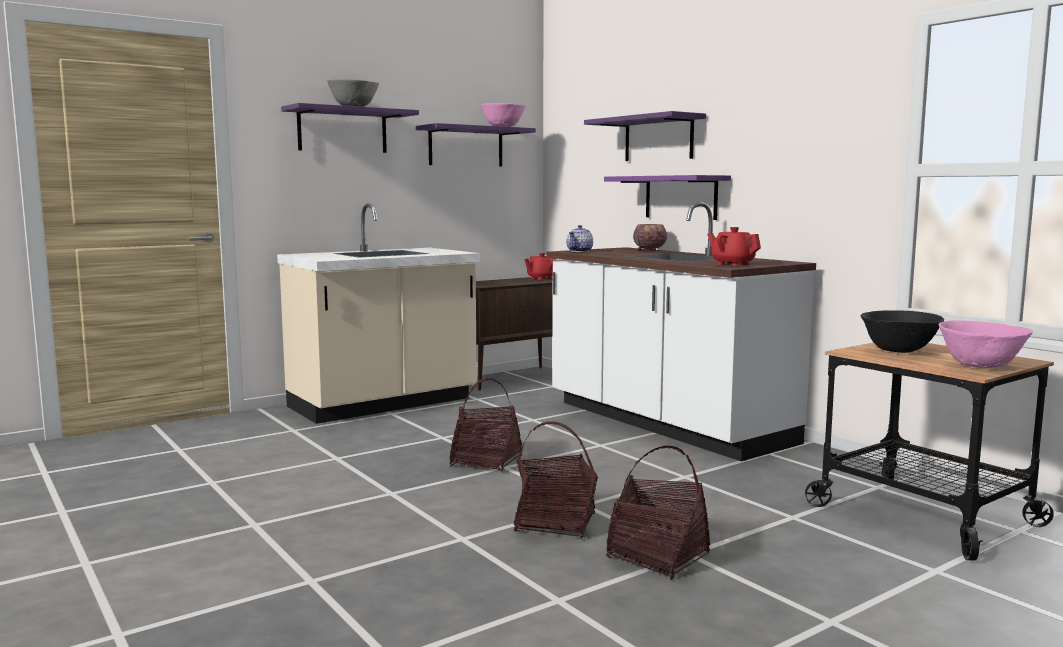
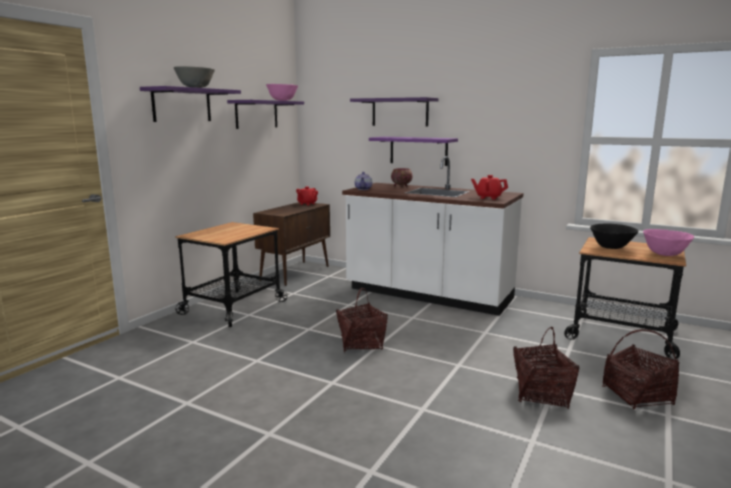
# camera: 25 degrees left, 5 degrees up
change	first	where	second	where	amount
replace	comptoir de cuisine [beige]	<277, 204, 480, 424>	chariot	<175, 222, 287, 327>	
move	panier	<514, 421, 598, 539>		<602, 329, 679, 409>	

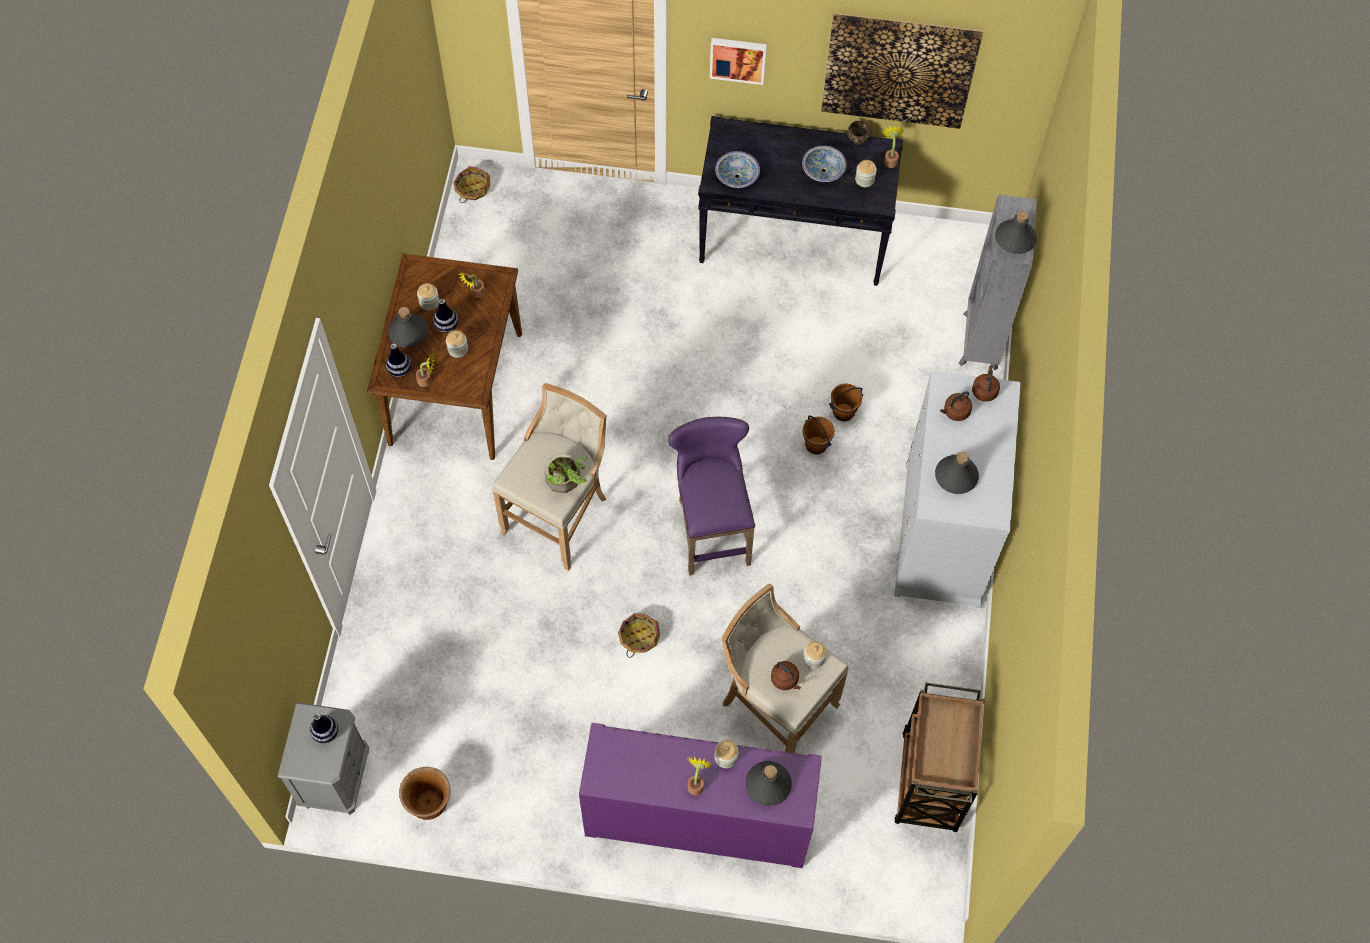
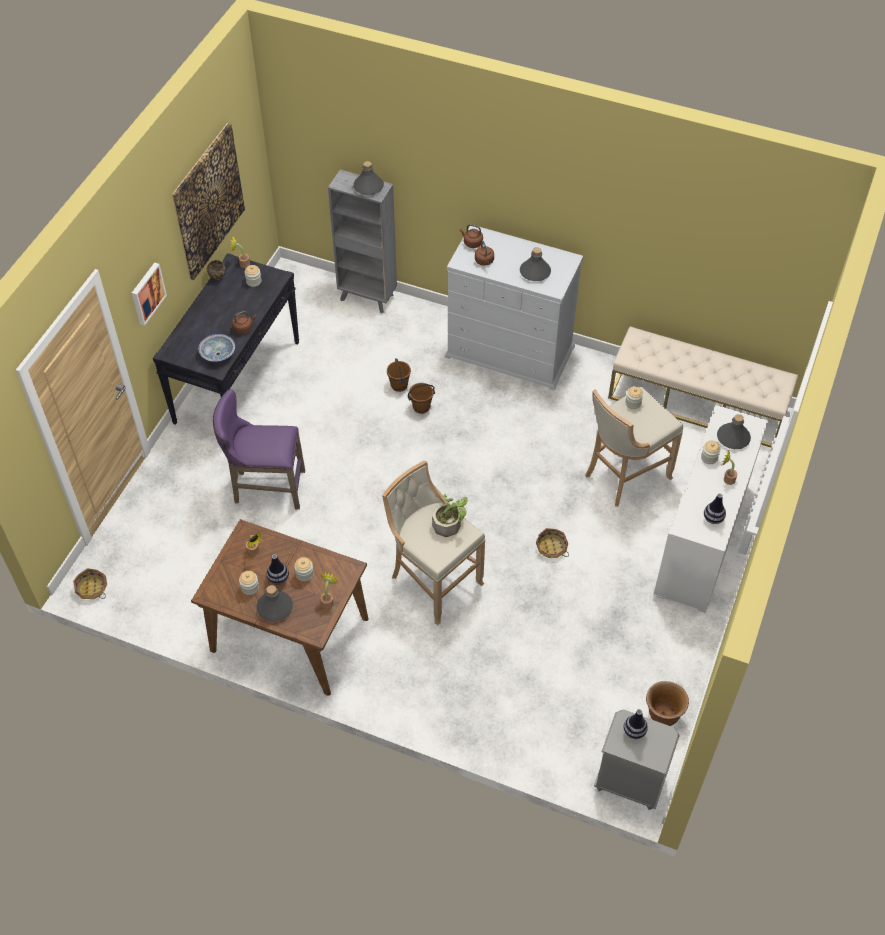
# camera: 75 degrees left, 10 degrees down
change	first	where	second	where	amount
move	vase	<386, 343, 411, 377>		<704, 493, 726, 524>	
recolor	meuble de rangement [violet]	<579, 723, 822, 868>	meuble de rangement [blanc]	<654, 405, 768, 613>	
move	tabouret [violet]	<668, 416, 755, 576>		<213, 389, 305, 510>	
move	bouilloire [marron]	<771, 661, 801, 690>		<232, 311, 257, 334>	
delete	bol	<802, 146, 847, 182>			
replace	chariot [marron]	<894, 683, 985, 832>	banc [beige]	<608, 326, 798, 447>	

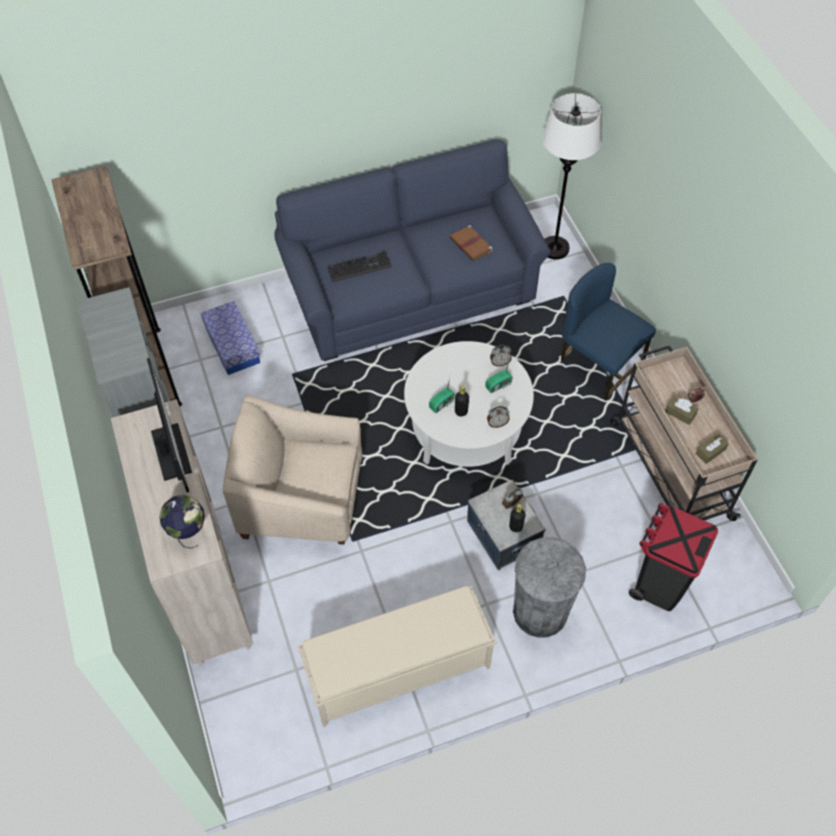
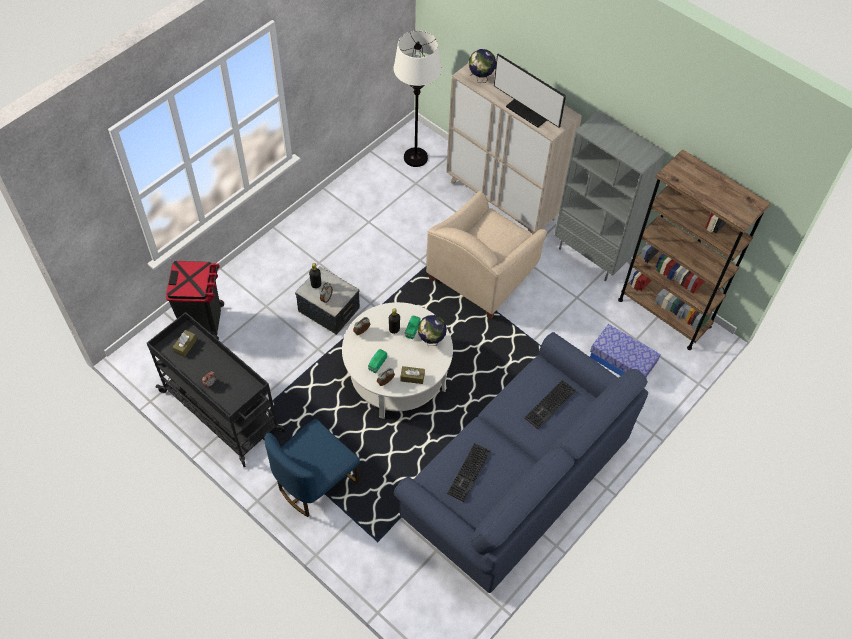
# camera: 150 degrees right, 0 degrees up
change	first	where	second	where	amount
rotate	fauteuil [beige]	<223, 395, 362, 545>		<426, 191, 548, 319>	150 degrees clockwise
delete	banc [beige]	<297, 586, 496, 727>			
replace	livre [marron]	<450, 225, 493, 261>	clavier	<447, 443, 491, 502>	
delete	poubelle [gris]	<513, 537, 586, 637>			
move	lampadaire [blanc]	<542, 93, 601, 259>		<393, 31, 442, 167>	
rotate	chaise [bleu]	<561, 263, 656, 401>		<265, 419, 360, 517>	120 degrees clockwise
recolor	chariot [beige]	<610, 345, 758, 521>	chariot [noir]	<147, 312, 285, 467>	
move	boîte à mouchoirs [marron]	<665, 396, 698, 425>		<400, 366, 425, 384>	
insert			globe	<418, 315, 447, 346>	

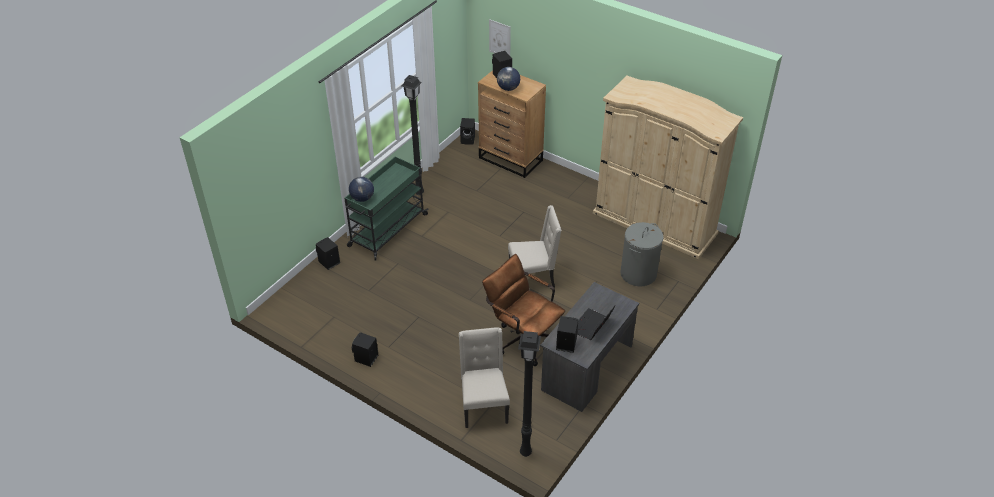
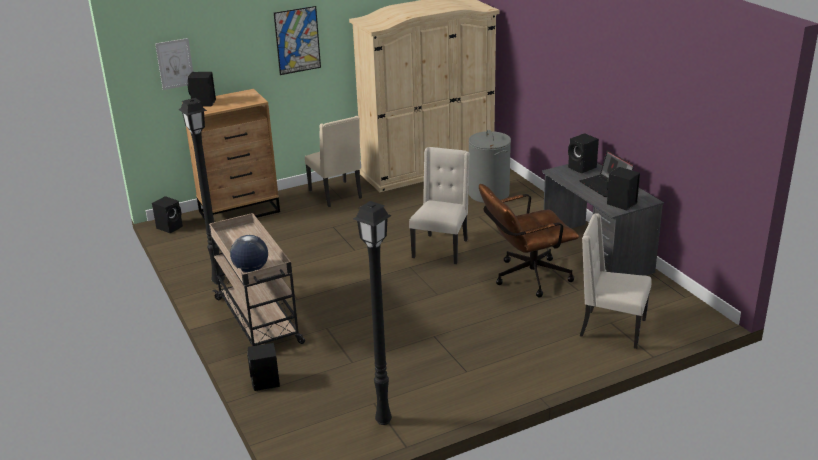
# camera: 60 degrees left, 15 degrees down
change	first	where	second	where	amount
recolor	chariot [vert]	<344, 156, 429, 260>	chariot [beige]	<209, 213, 305, 346>	
move	enceinte [noir]	<352, 332, 378, 367>		<568, 133, 599, 173>	
delete	globe	<497, 67, 520, 91>			
move	lampadaire [noir]	<518, 331, 541, 457>		<353, 201, 392, 425>	
insert			tableau	<274, 6, 321, 75>	
insert			chaise [beige]	<305, 116, 362, 207>	

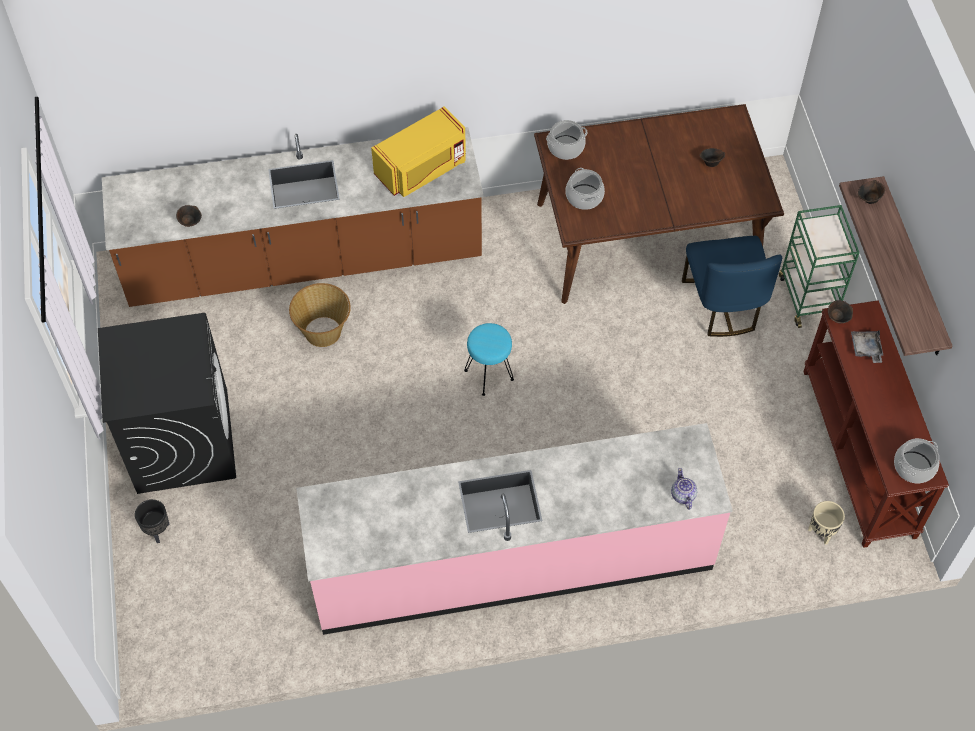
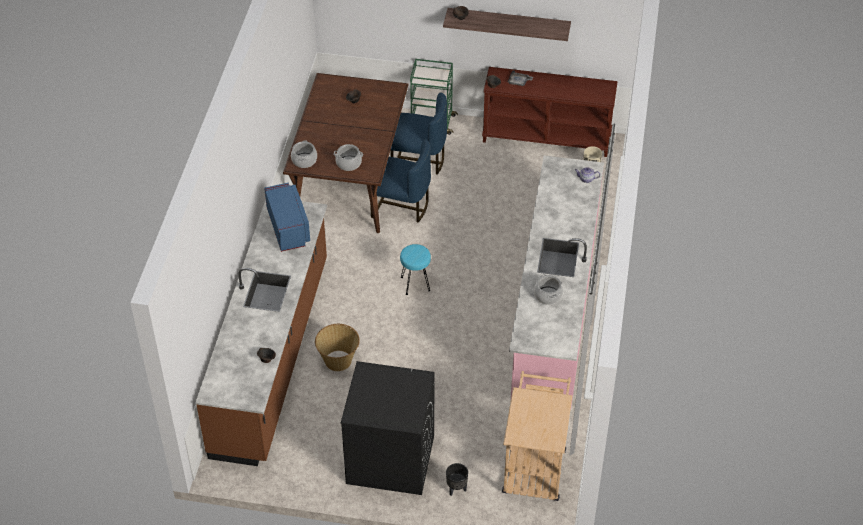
# camera: 70 degrees left, 10 degrees down
change	first	where	second	where	amount
recolor	micro-ondes [jaune]	<371, 106, 466, 197>	micro-ondes [bleu]	<264, 183, 310, 252>	
move	marmite	<894, 438, 939, 483>		<534, 274, 563, 305>	
insert			chaise [bleu]	<370, 139, 431, 223>	
insert			chariot [beige]	<502, 371, 572, 501>	

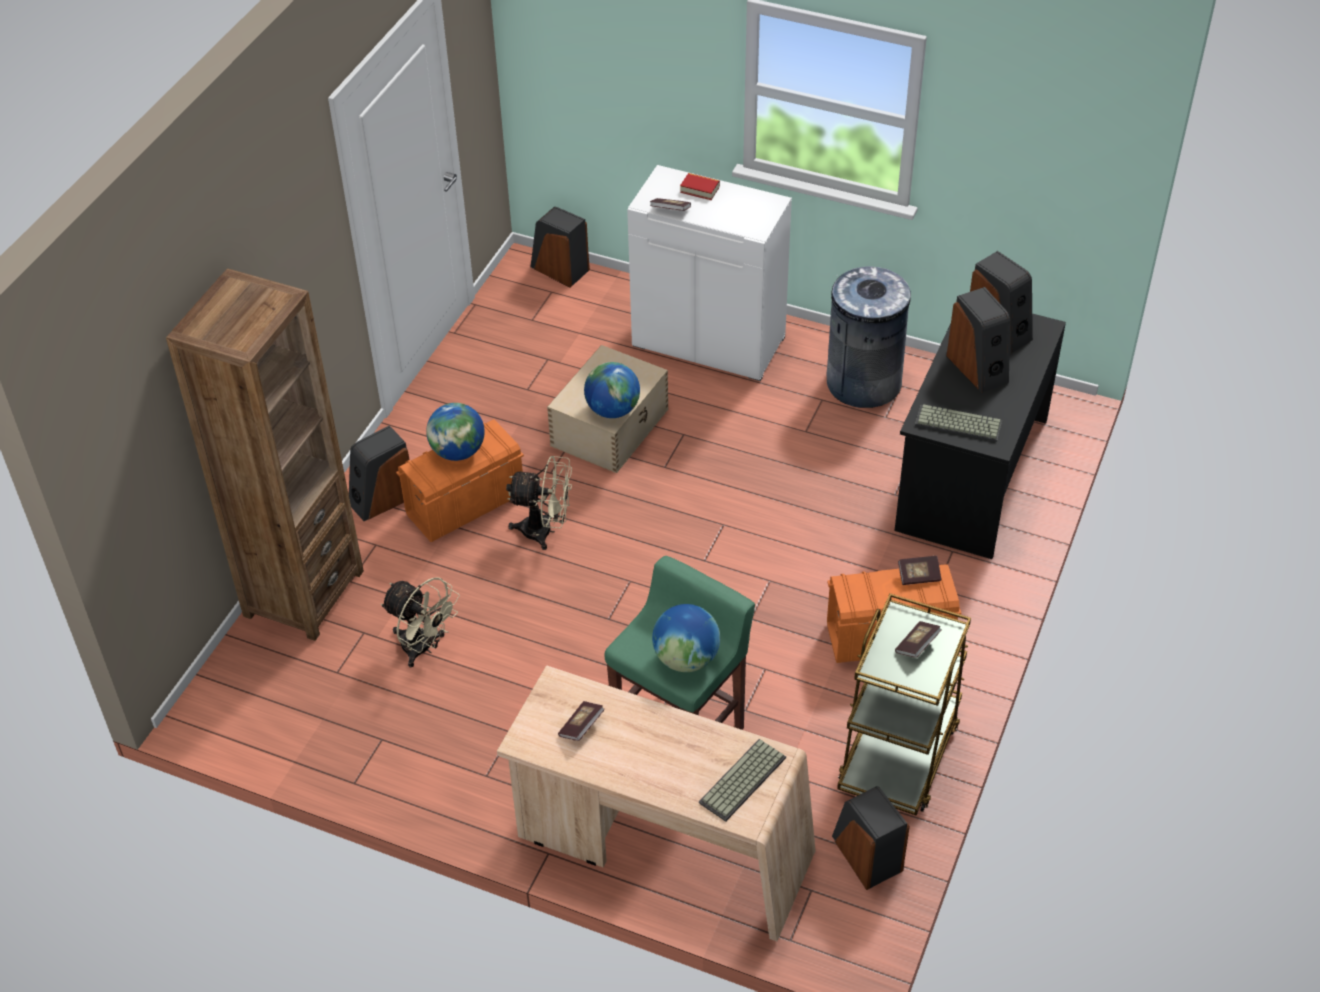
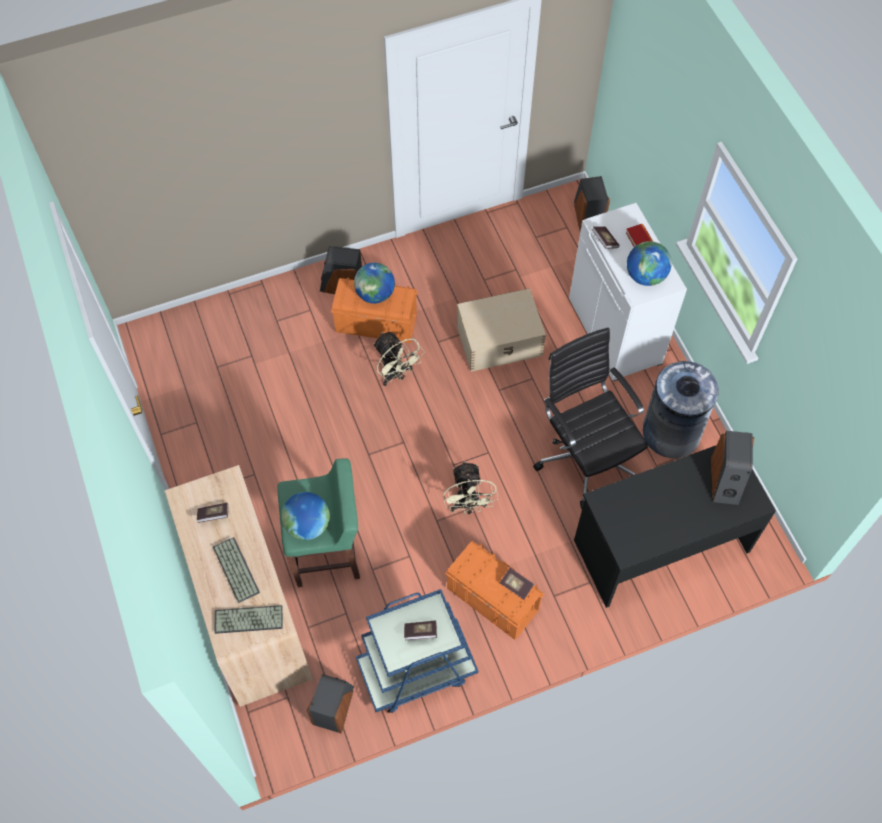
# camera: 45 degrees right, 15 degrees up
change	first	where	second	where	amount
delete	bibliothèque [marron]	<166, 268, 364, 641>			
move	ventilateur [beige]	<381, 577, 460, 668>		<443, 461, 498, 514>	
move	globe	<584, 362, 640, 418>		<627, 241, 672, 286>	
recolor	chariot [marron]	<837, 593, 971, 816>	chariot [bleu]	<356, 589, 478, 713>	
move	clavier	<915, 404, 1002, 442>		<213, 537, 260, 603>	
delete	enceinte	<946, 287, 1010, 393>			
insert			chaise de bureau [noir]	<533, 328, 648, 509>	

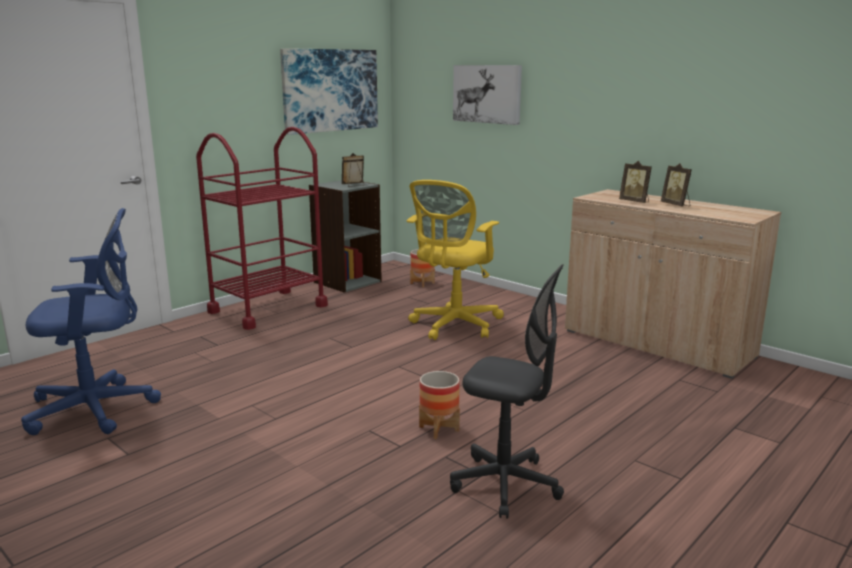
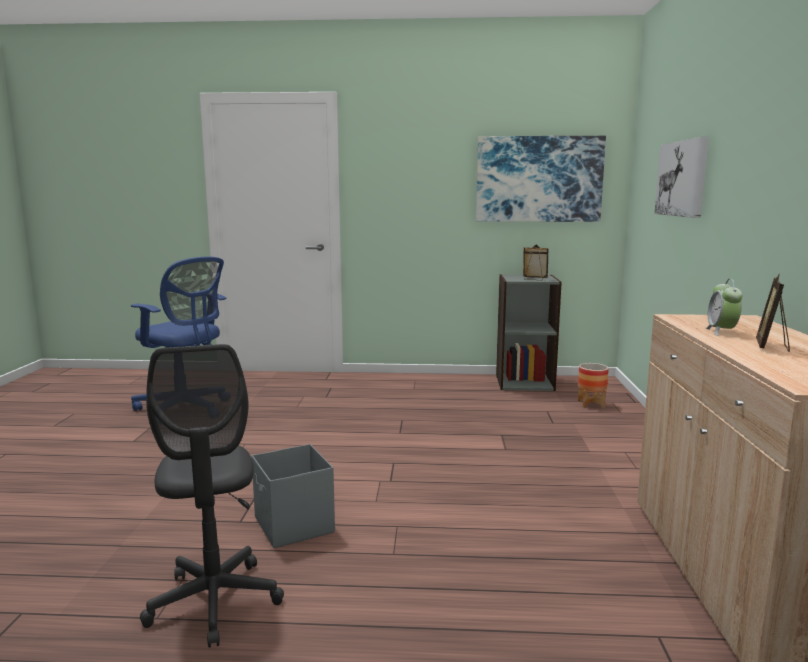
# camera: 50 degrees right, 5 degrees down
change	first	where	second	where	amount
delete	chariot [rouge]	<196, 127, 328, 330>			
delete	chaise de bureau [jaune]	<407, 180, 504, 340>			
replace	cache-pot	<419, 371, 460, 439>	boîte de rangement [gris]	<251, 444, 335, 548>	
replace	cadre photo	<619, 161, 652, 203>	réveil	<705, 279, 743, 336>	

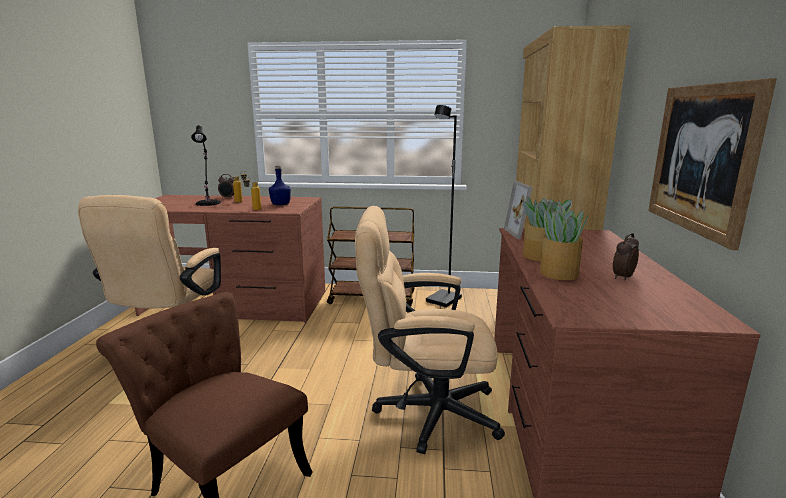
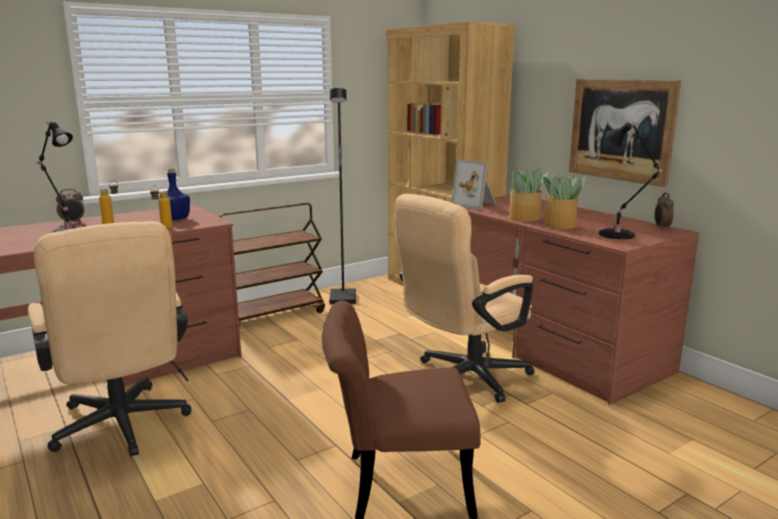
# camera: 40 degrees left, 0 degrees up
change	first	where	second	where	amount
move	réveil	<613, 233, 639, 280>		<655, 193, 674, 230>	
insert			lampe de table [noir]	<599, 122, 662, 239>	

